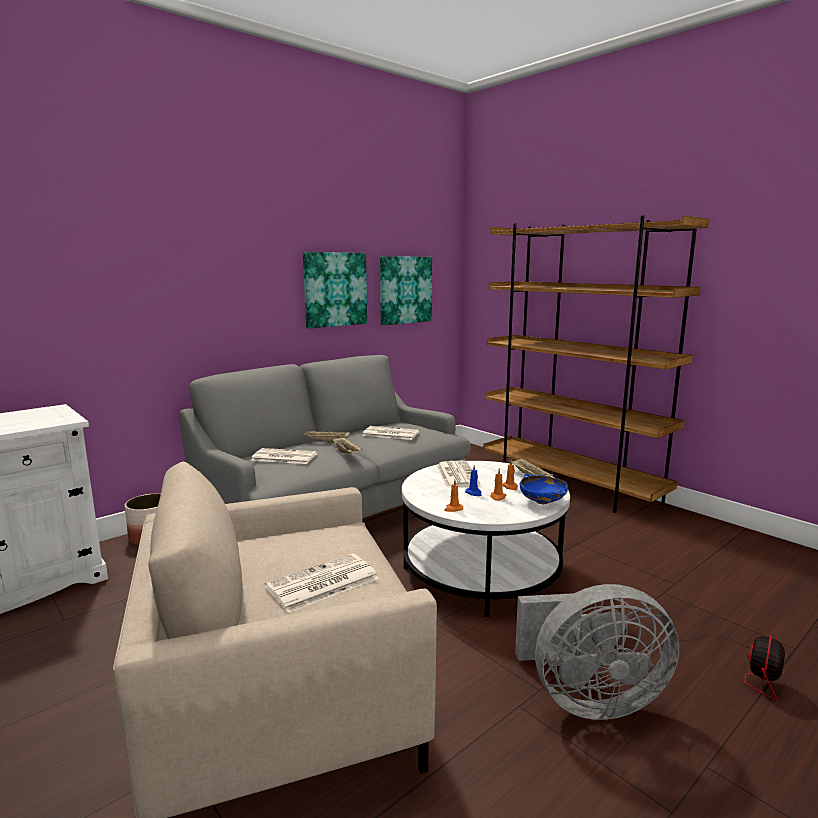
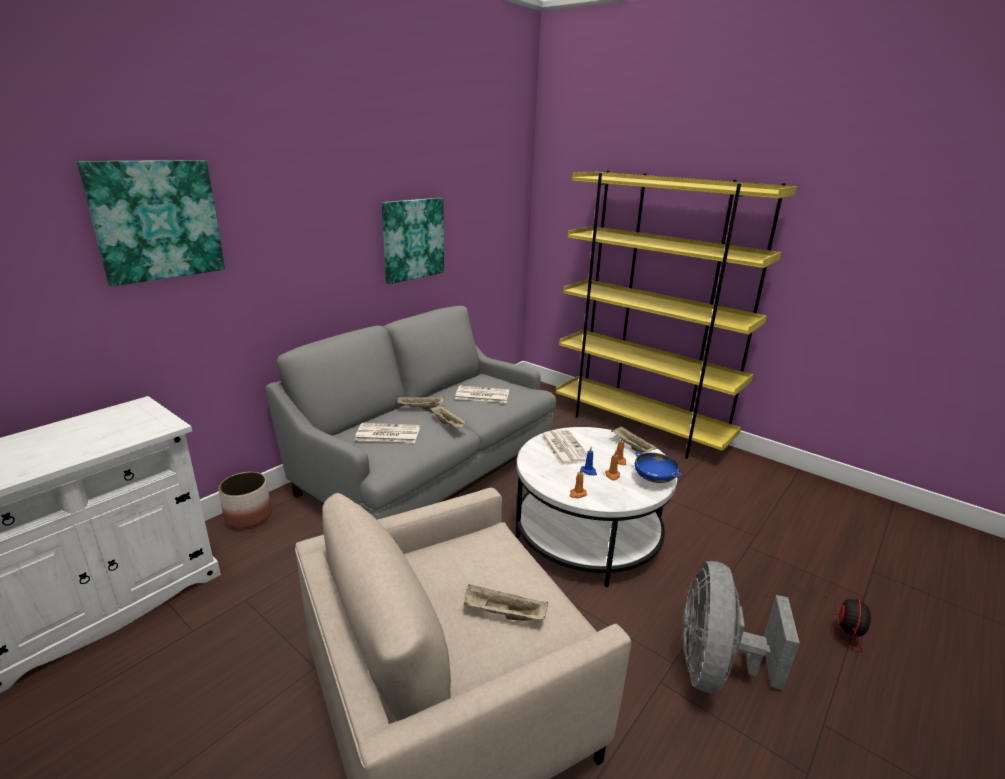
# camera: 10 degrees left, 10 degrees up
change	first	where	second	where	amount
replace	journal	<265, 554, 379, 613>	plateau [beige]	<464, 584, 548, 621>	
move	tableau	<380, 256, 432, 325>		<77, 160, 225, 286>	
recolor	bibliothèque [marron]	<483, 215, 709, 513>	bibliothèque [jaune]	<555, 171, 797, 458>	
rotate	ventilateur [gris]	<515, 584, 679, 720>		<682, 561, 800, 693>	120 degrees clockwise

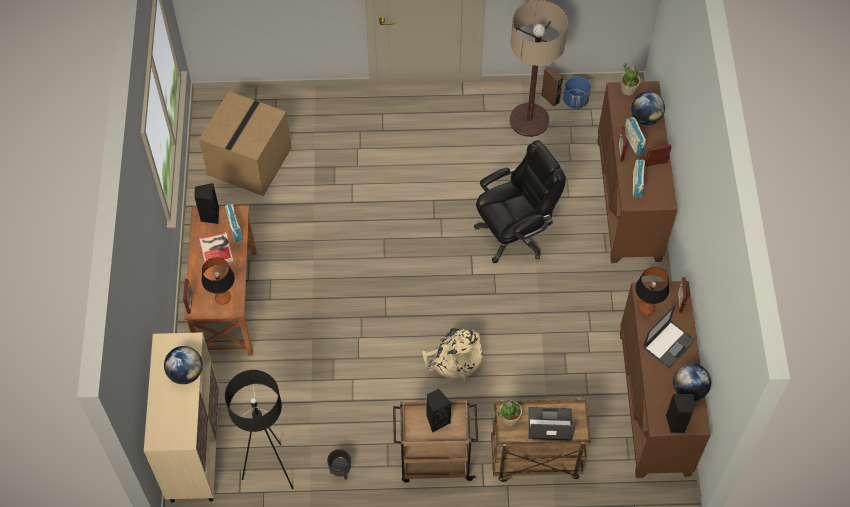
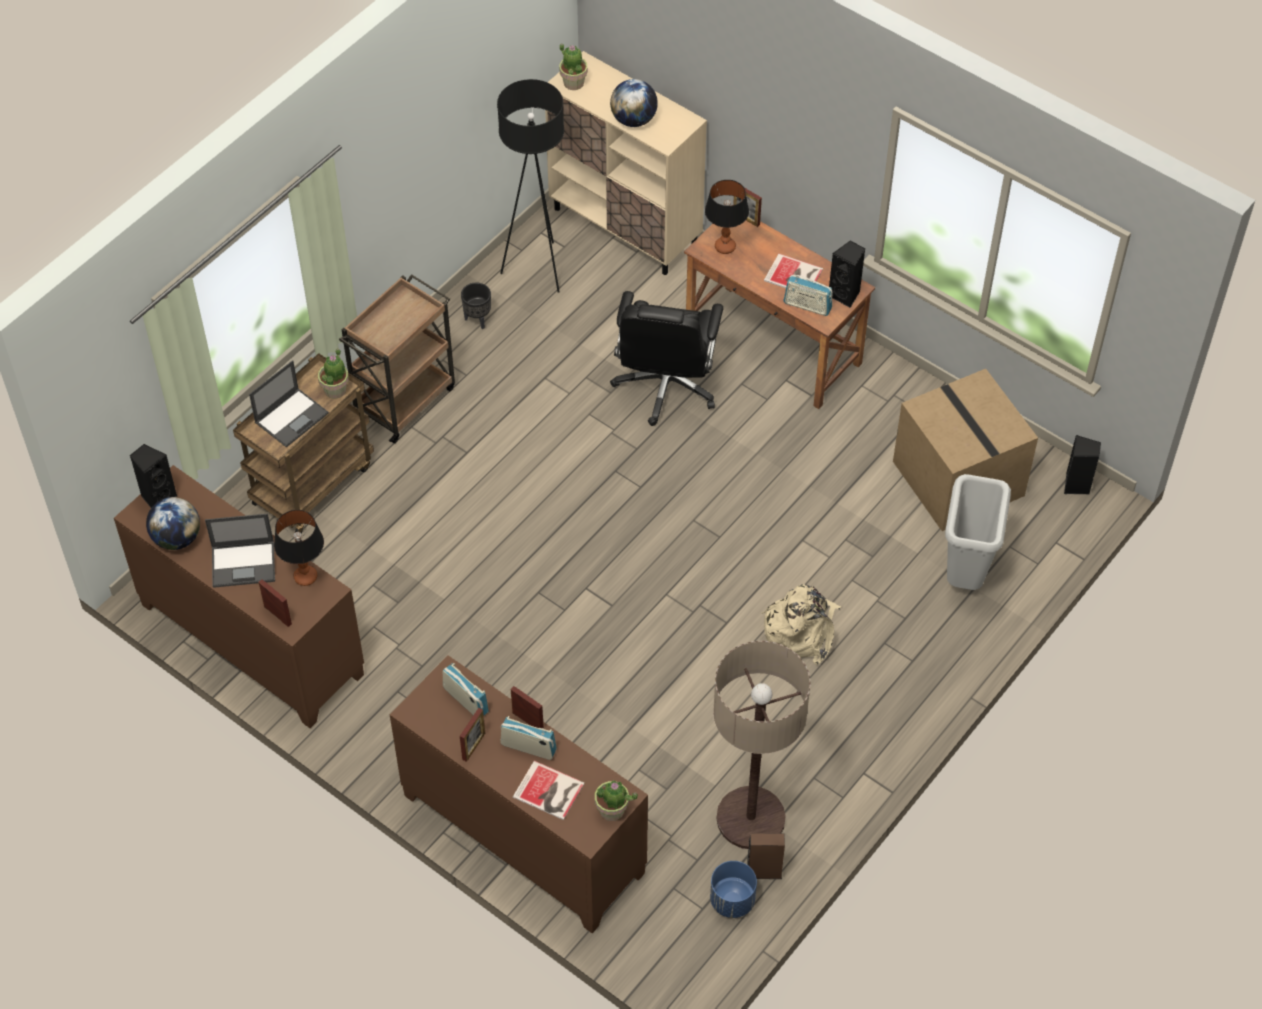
# camera: 130 degrees right, 5 degrees down
change	first	where	second	where	amount
move	sac à dos [beige]	<422, 328, 483, 380>		<762, 584, 841, 665>	
move	enceinte [noir]	<426, 389, 451, 433>		<1064, 435, 1101, 494>	
move	chaise de bureau [noir]	<474, 140, 566, 263>		<610, 291, 724, 426>	
replace	globe	<631, 92, 665, 125>	livre	<513, 761, 585, 820>	
rotate	ordinateur portable	<643, 305, 696, 368>		<205, 514, 275, 588>	90 degrees counterclockwise
insert			plante en pot	<559, 43, 588, 90>	
insert			poubelle [gris]	<945, 474, 1011, 590>	

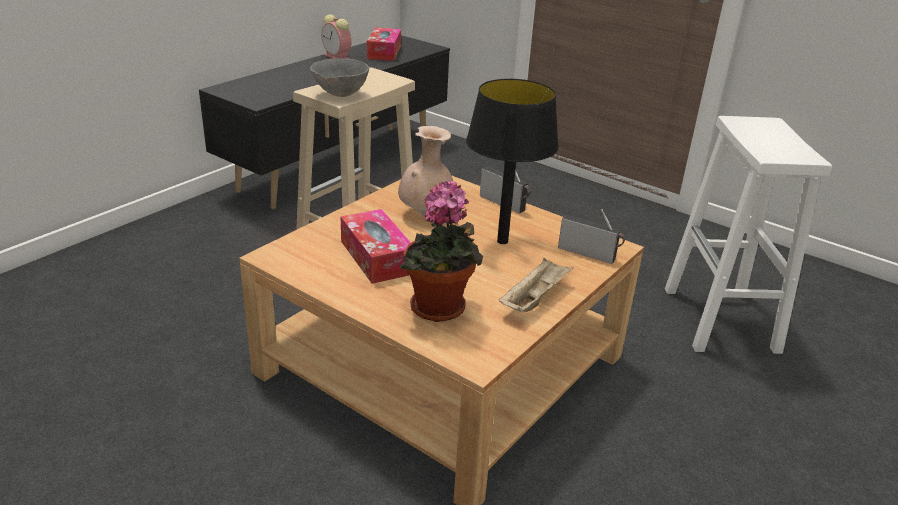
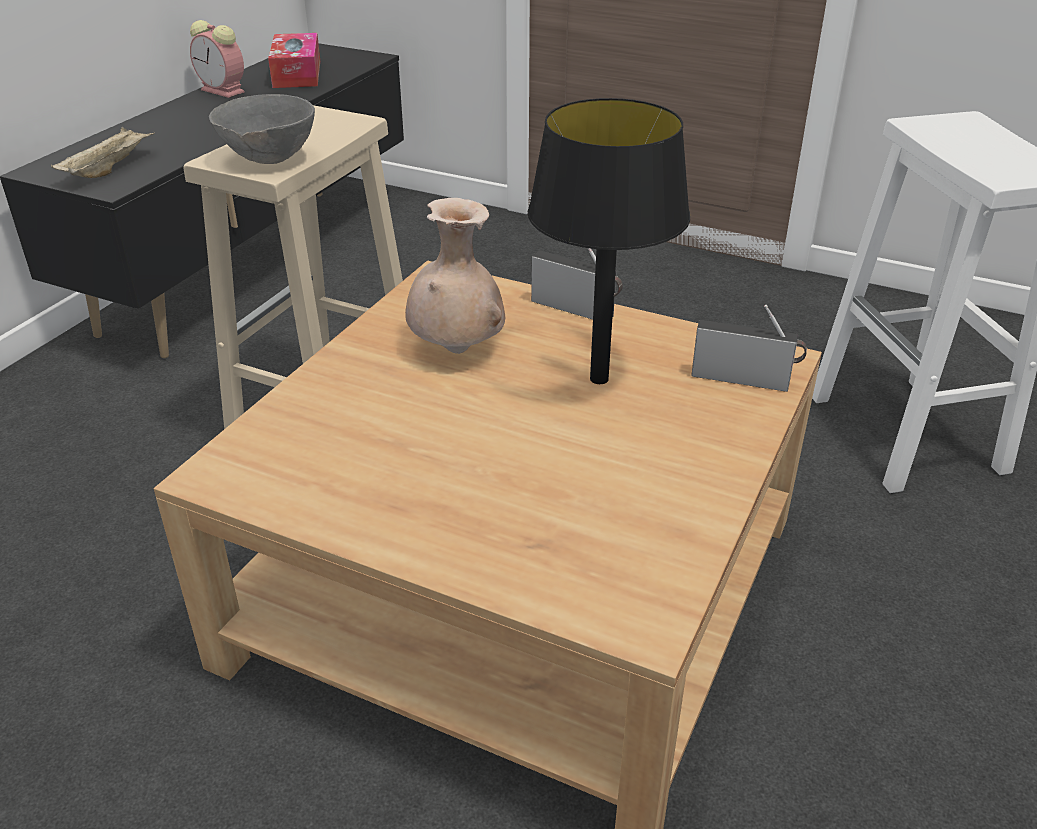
# camera: 10 degrees left, 5 degrees up
change	first	where	second	where	amount
delete	boîte à mouchoirs	<341, 209, 411, 284>			
delete	plante en pot	<400, 181, 483, 322>			
move	plateau [beige]	<499, 258, 573, 312>		<51, 127, 155, 178>	

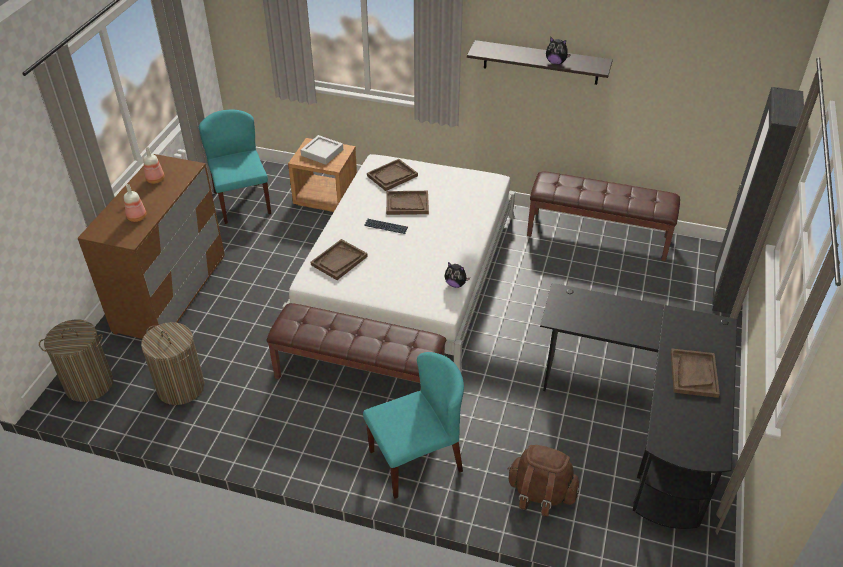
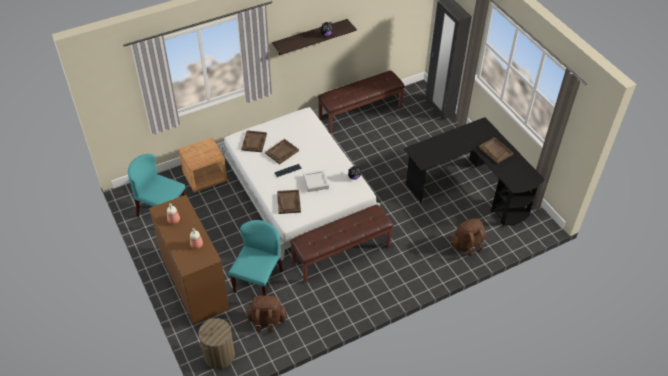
# camera: 45 degrees left, 5 degrees up
change	first	where	second	where	amount
replace	panier à linge	<141, 322, 205, 405>	sac à dos [marron]	<245, 295, 287, 332>	
move	plateau [gris]	<301, 135, 343, 165>		<303, 170, 329, 192>	
move	chaise [turquoise]	<363, 352, 464, 499>		<228, 220, 283, 295>	

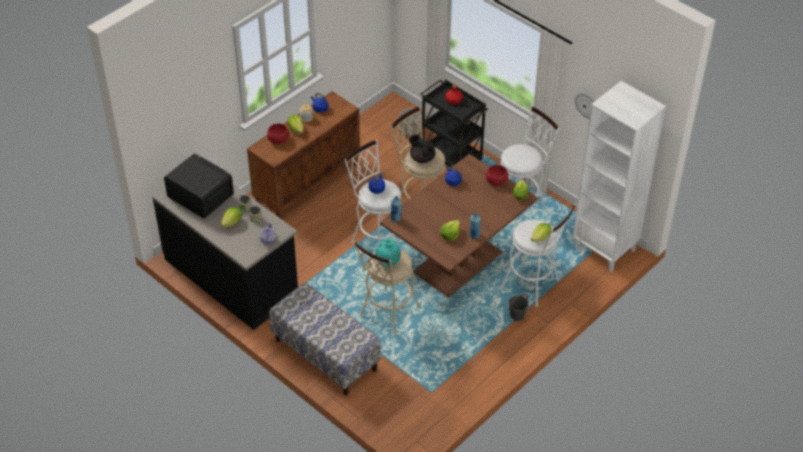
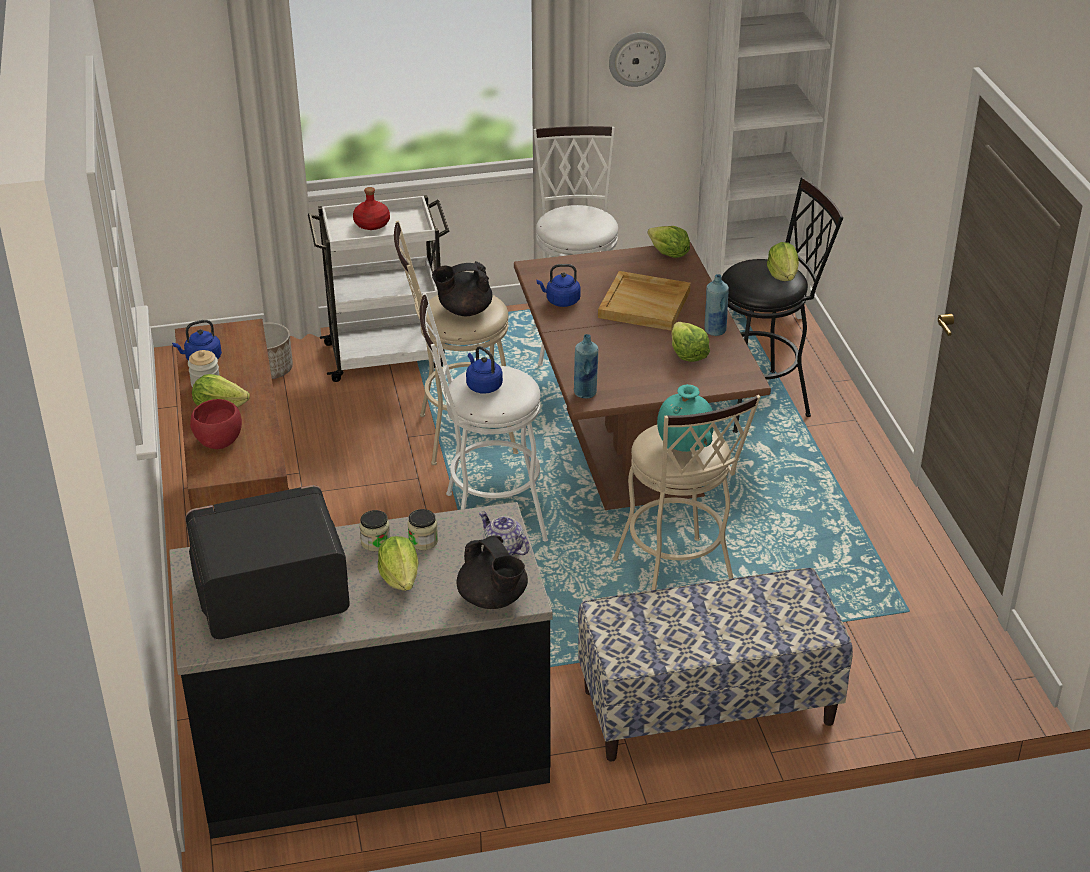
# camera: 55 degrees left, 10 degrees down
change	first	where	second	where	amount
recolor	chariot [noir]	<420, 79, 488, 167>	chariot [blanc]	<308, 195, 450, 382>	
delete	bol [rouge]	<485, 165, 509, 186>			
recolor	tabouret [blanc]	<500, 204, 575, 307>	tabouret [noir]	<722, 177, 844, 433>	
delete	seau [gris]	<508, 294, 529, 321>			
insert			théière [noir]	<456, 536, 528, 609>	
insert			plateau [beige]	<598, 271, 691, 331>	

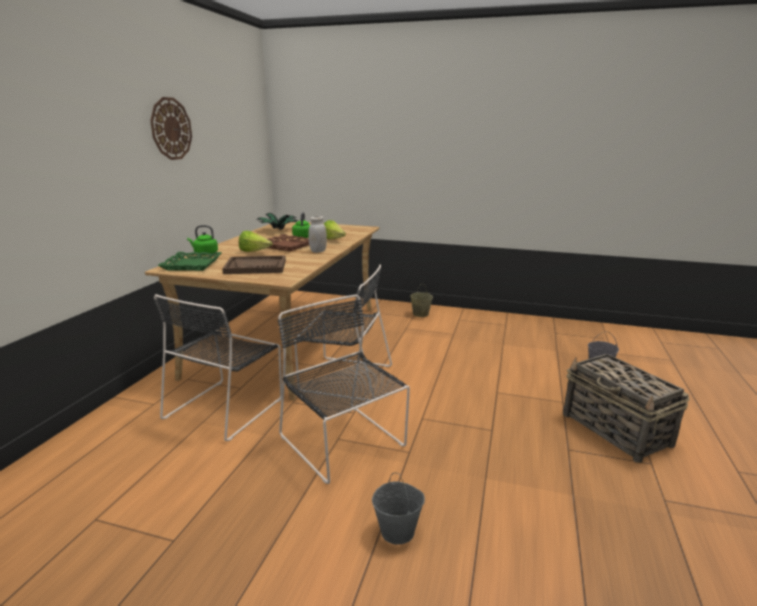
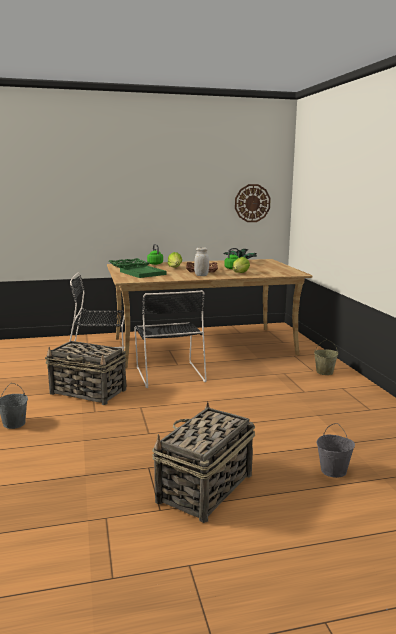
# camera: 60 degrees right, 5 degrees down
change	first	where	second	where	amount
move	horloge murale	<150, 97, 192, 160>		<235, 184, 271, 222>	
recolor	plateau [marron]	<222, 256, 286, 274>	plateau [vert]	<120, 265, 167, 278>	
replace	chaise [noir]	<278, 295, 410, 484>	panier	<45, 341, 127, 405>	

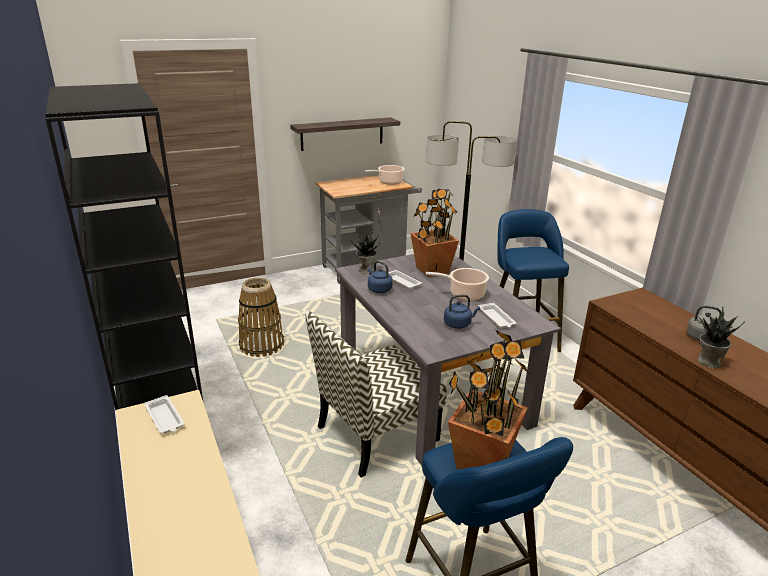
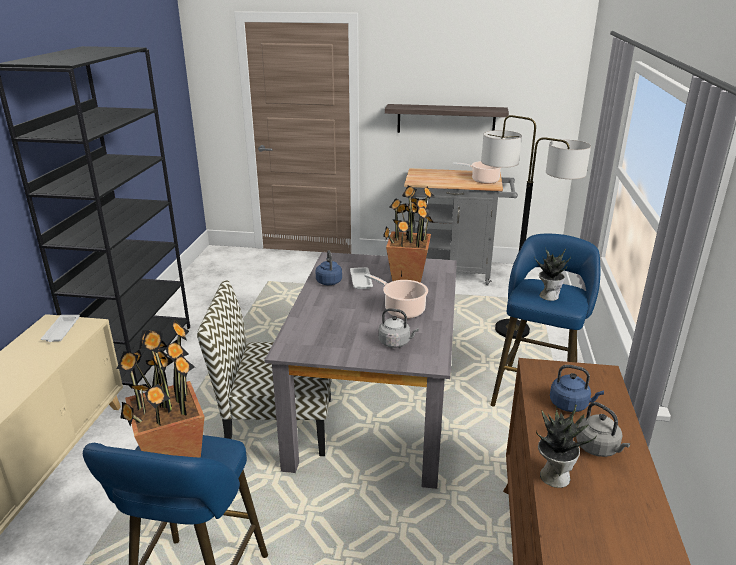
# camera: 35 degrees right, 0 degrees up
change	first	where	second	where	amount
delete	panier	<238, 277, 284, 357>			
move	plante en pot	<351, 229, 380, 274>		<534, 247, 571, 301>	
move	bouilloire [bleu]	<444, 295, 480, 329>		<550, 365, 604, 412>	
replace	plateau [blanc]	<478, 303, 516, 328>	bouilloire [gris]	<378, 308, 419, 348>	

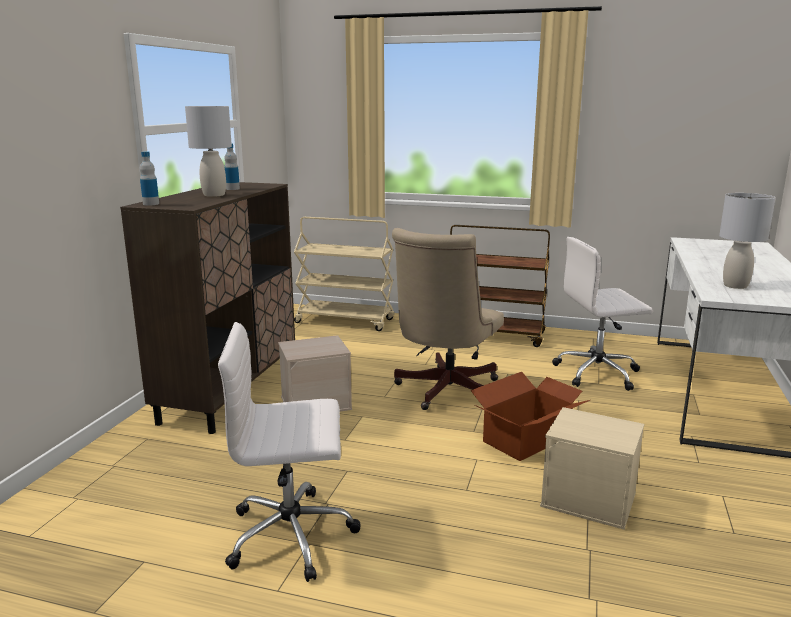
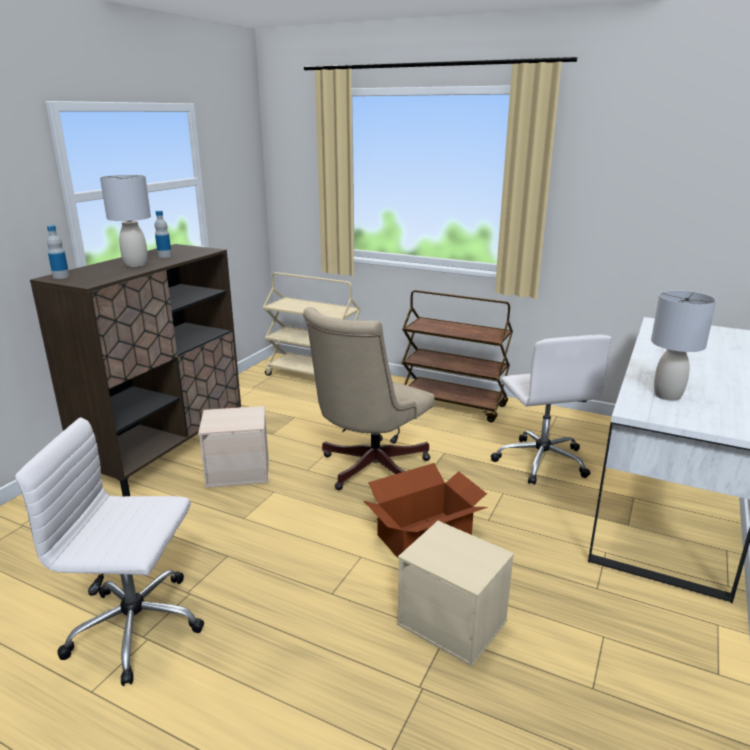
# camera: 10 degrees right, 5 degrees up
change	first	where	second	where	amount
rotate	chaise de bureau [blanc]	<552, 237, 653, 391>		<491, 335, 611, 485>	105 degrees counterclockwise

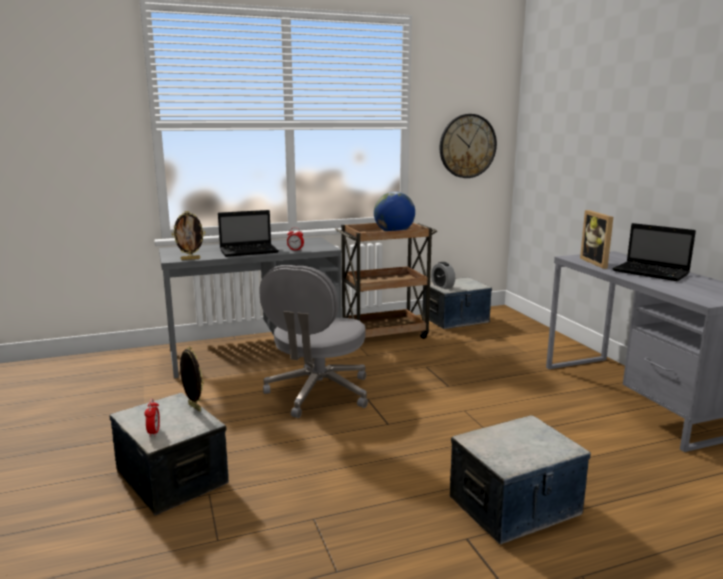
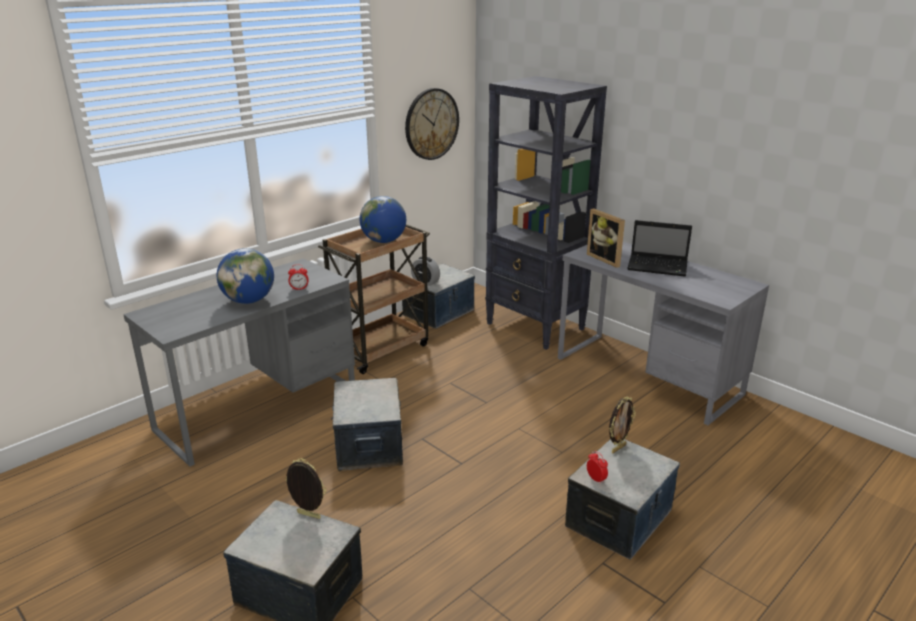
# camera: 25 degrees left, 10 degrees up
change	first	where	second	where	amount
move	réveil	<144, 399, 160, 437>		<587, 451, 608, 484>	
move	cadre photo	<172, 211, 205, 260>		<609, 397, 635, 453>	
replace	ordinateur portable	<218, 210, 279, 257>	globe	<217, 248, 274, 304>	
replace	chaise de bureau [gris]	<259, 265, 368, 418>	boîte de rangement	<331, 378, 403, 471>	
insert			bibliothèque [noir]	<485, 76, 607, 350>	

